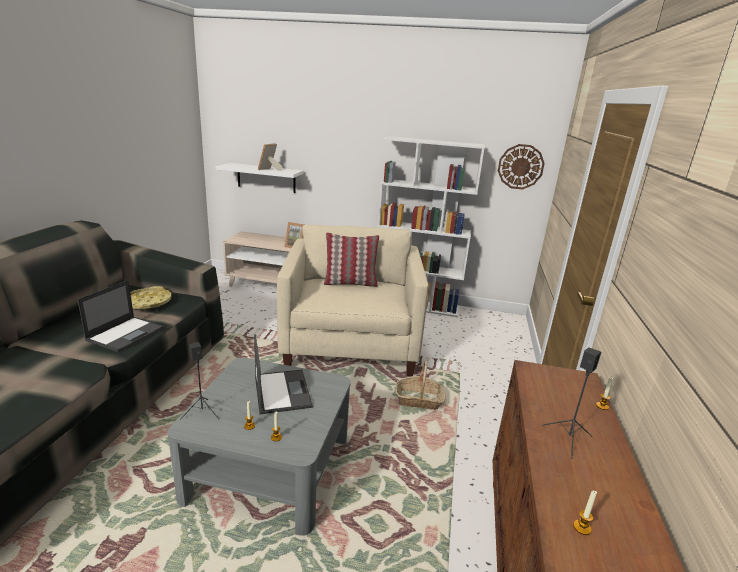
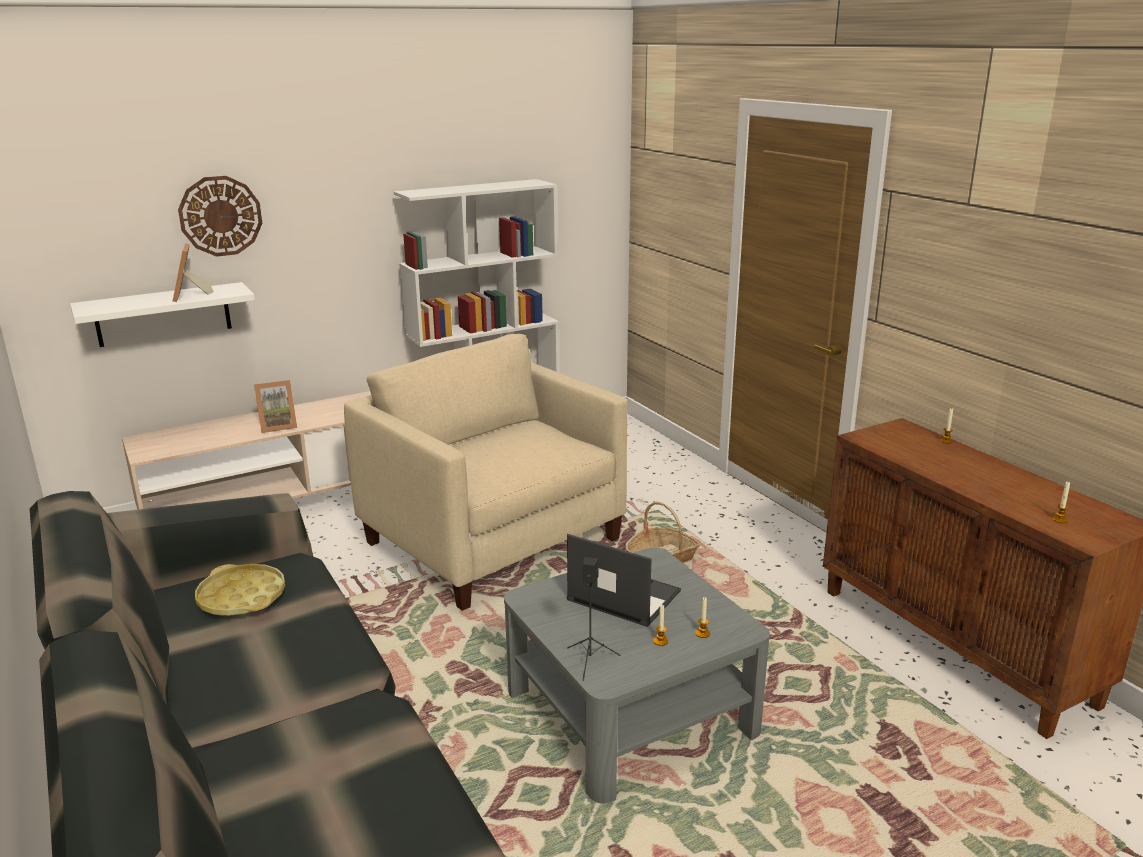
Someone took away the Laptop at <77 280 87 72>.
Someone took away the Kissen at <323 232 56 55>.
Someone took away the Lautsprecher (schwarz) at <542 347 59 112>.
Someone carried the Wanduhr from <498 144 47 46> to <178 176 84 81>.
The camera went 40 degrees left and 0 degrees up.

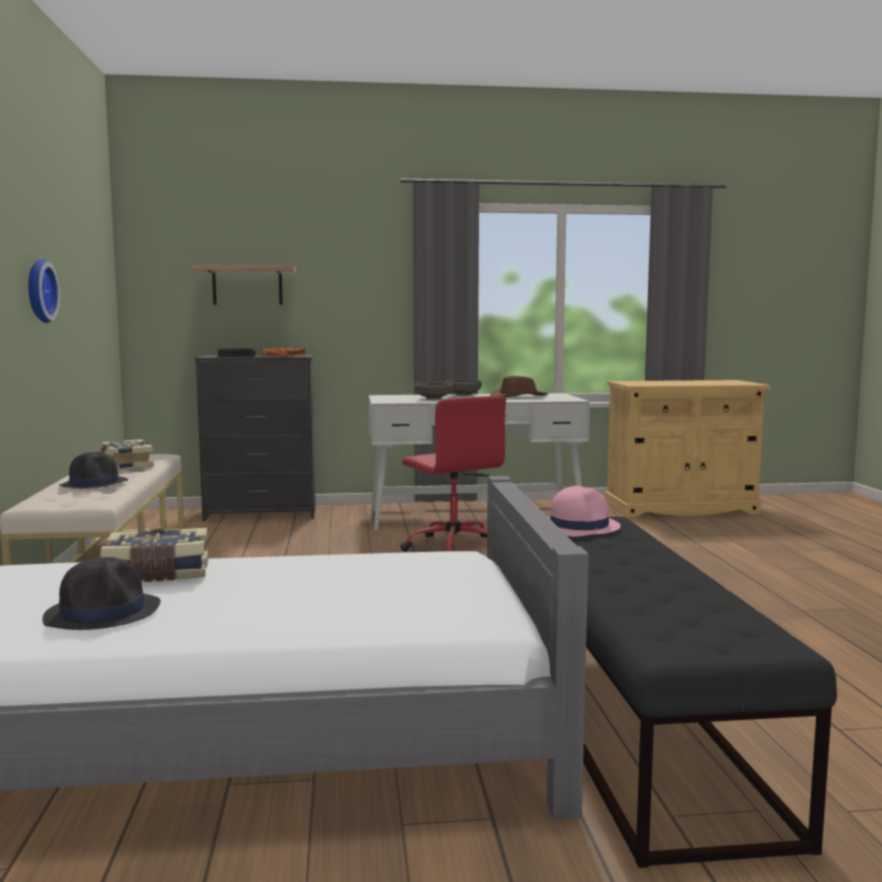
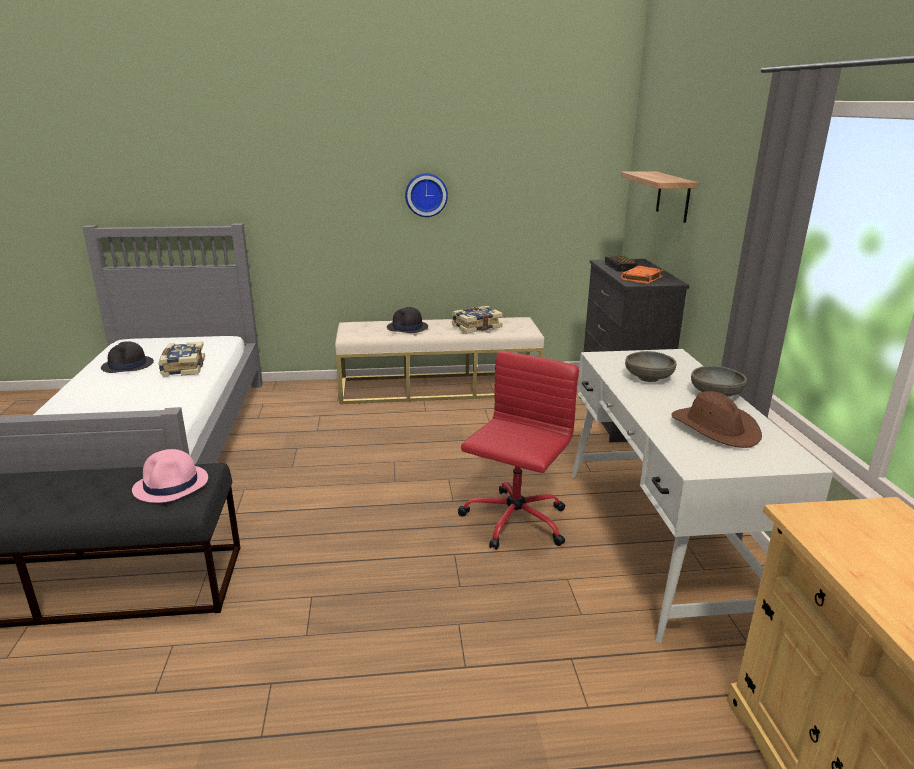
Someone rotated the Bürostuhl (rot) at <400 396 106 156> by 150 degrees clockwise.
The camera went 90 degrees right and 15 degrees up.

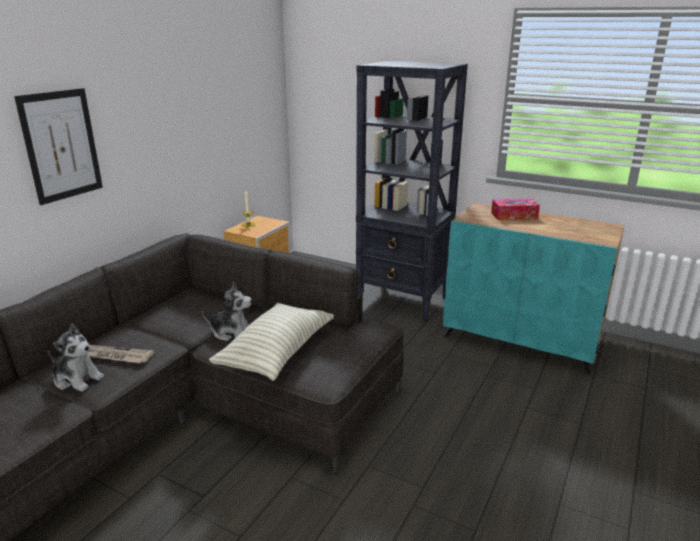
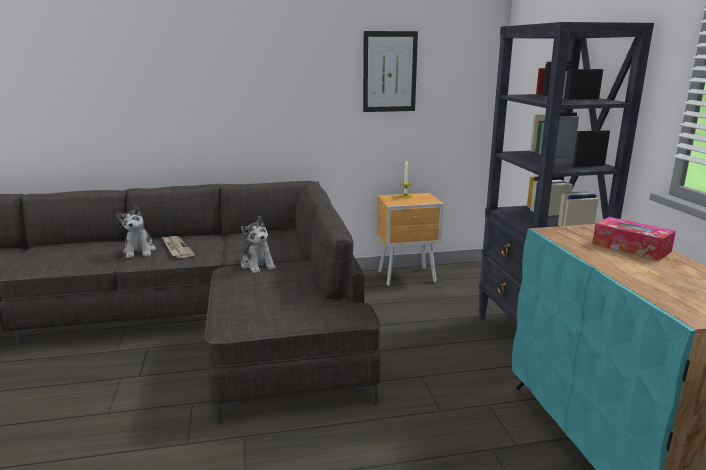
Someone took away the Kissen at <209 303 125 78>.
Someone carried the Bild from <14 88 89 117> to <363 31 55 81>.
The camera went 50 degrees right and 5 degrees down.

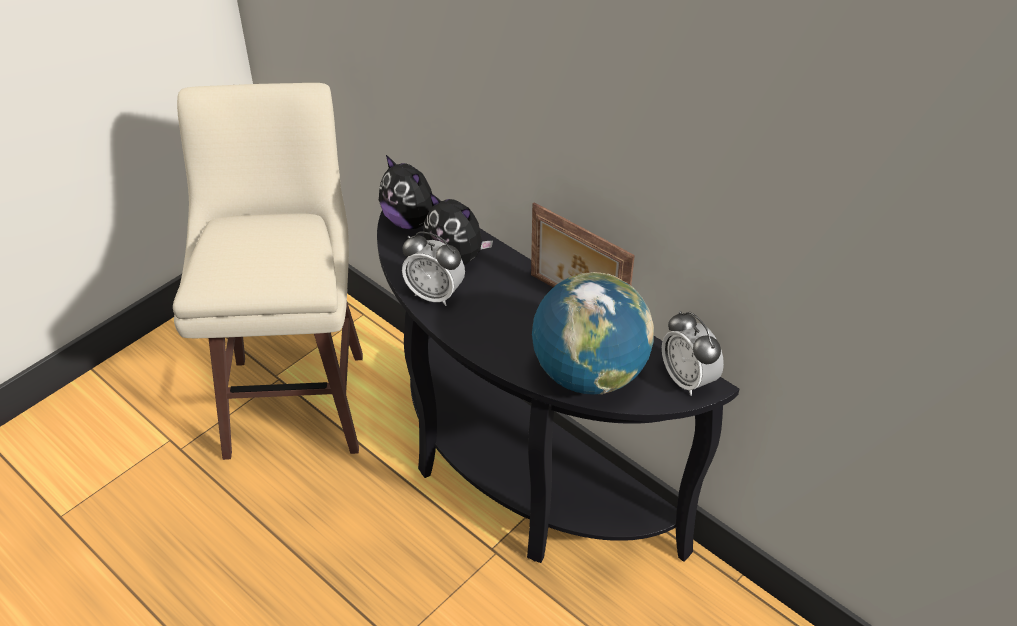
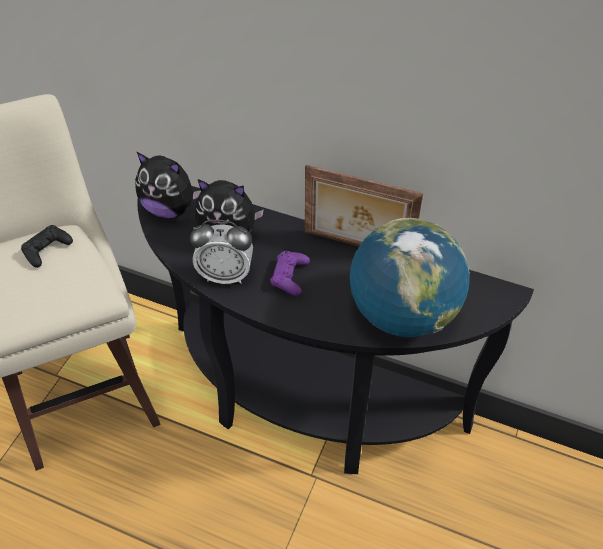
Someone took away the Wecker at <662 311 62 85>.
Someone put down the Gamepad (schwarz) at <21 225 52 43>.
Someone put down the Gamepad (lila) at <270 251 40 45>.
The camera went 20 degrees left and 5 degrees up.

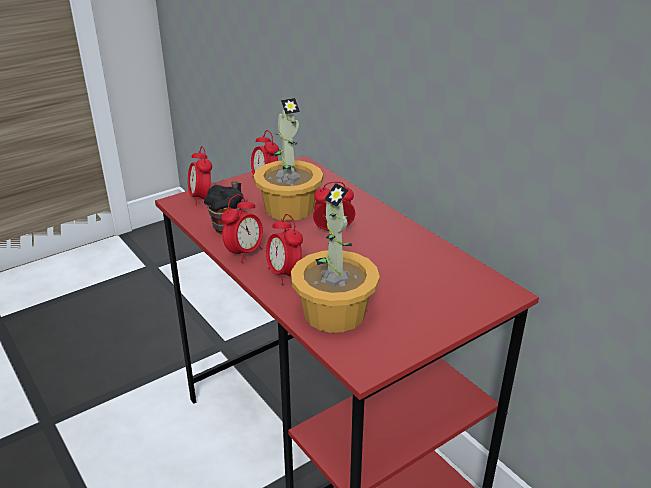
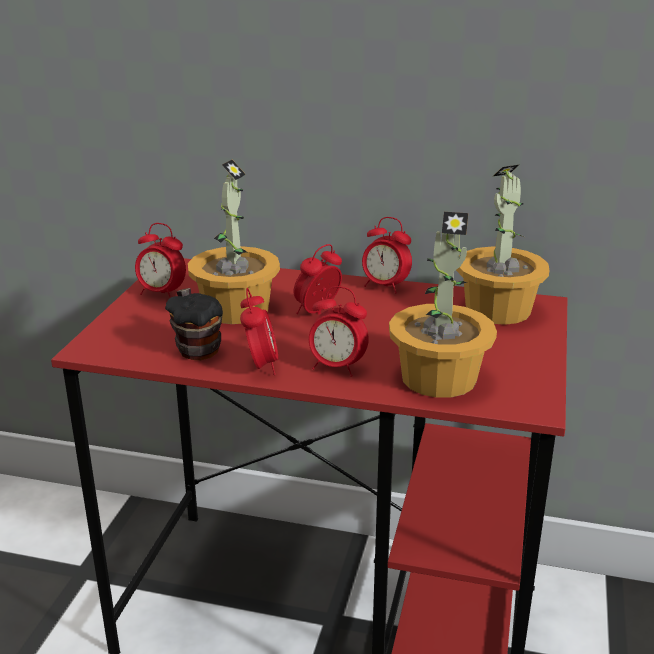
Someone put down the Topfpflanze at <456 165 94 160>.
Someone carried the Wecker from <188 146 24 60> to <362 217 50 76>.
The camera went 40 degrees left and 5 degrees down.

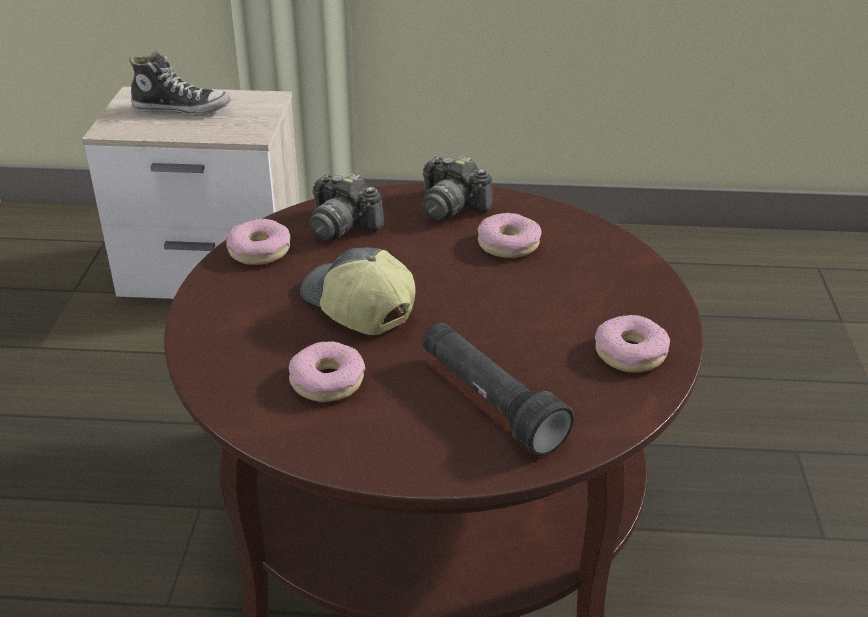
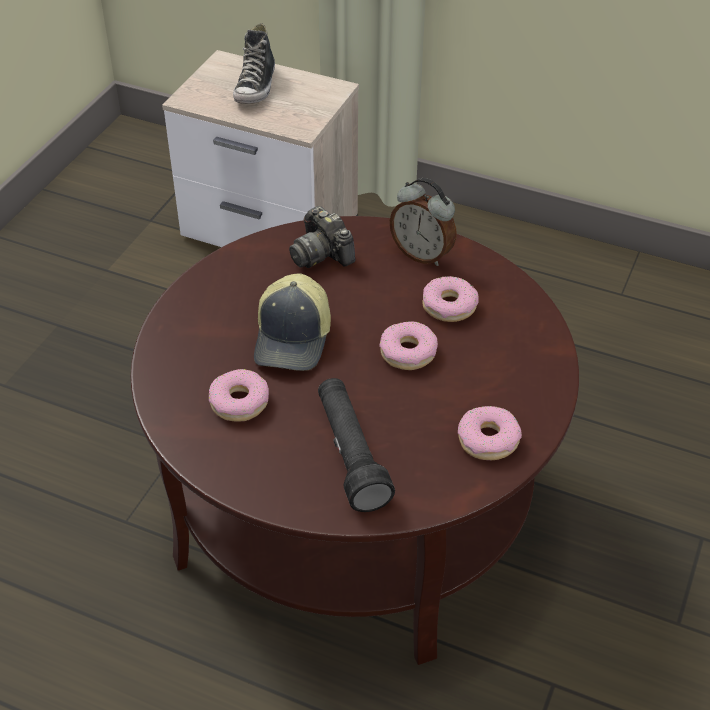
Someone carried the Donut from <227 218 63 47> to <379 321 59 49>.
Someone swapped the Kamera at <423 155 69 66> for the Wecker at <390 178 66 88>.
Someone rotated the Schuh at <129 51 102 65> by 75 degrees clockwise.
Someone rotated the Kappe at <300 247 115 88> by 150 degrees counterclockwise.
The camera went 20 degrees right and 10 degrees up.

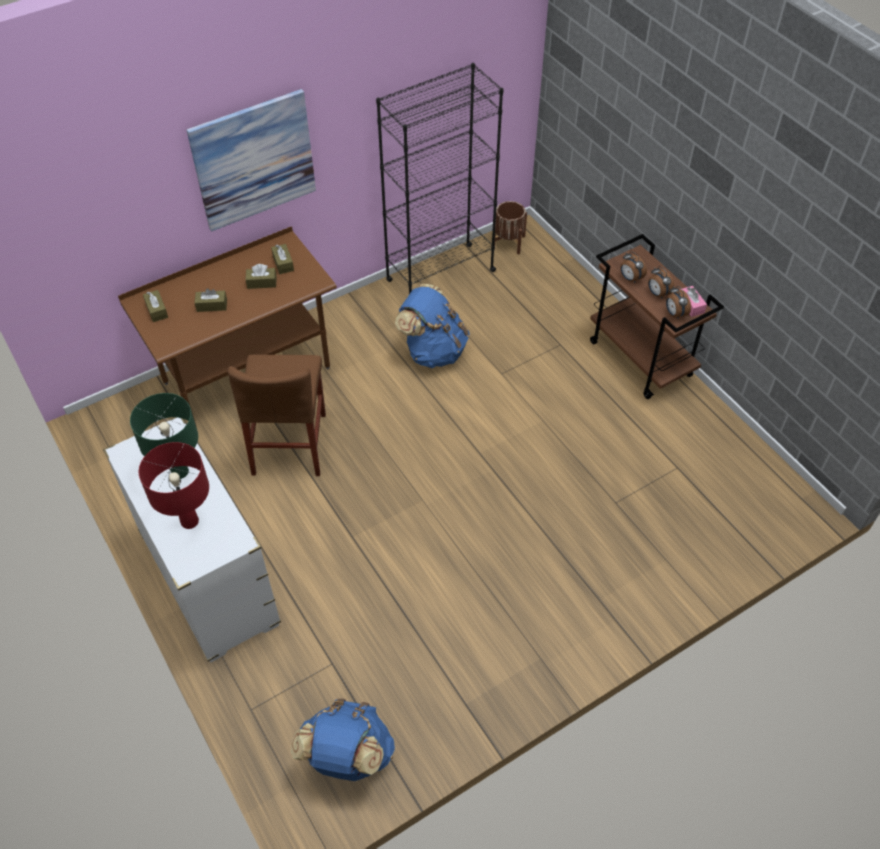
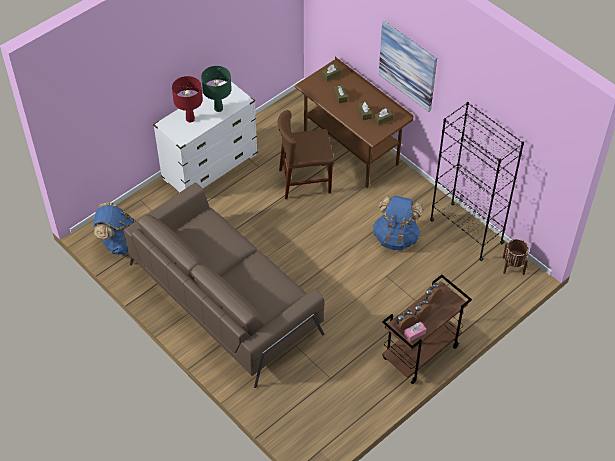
Someone put down the Sofa (braun) at <124 183 200 205>.
The camera went 80 degrees right and 0 degrees up.

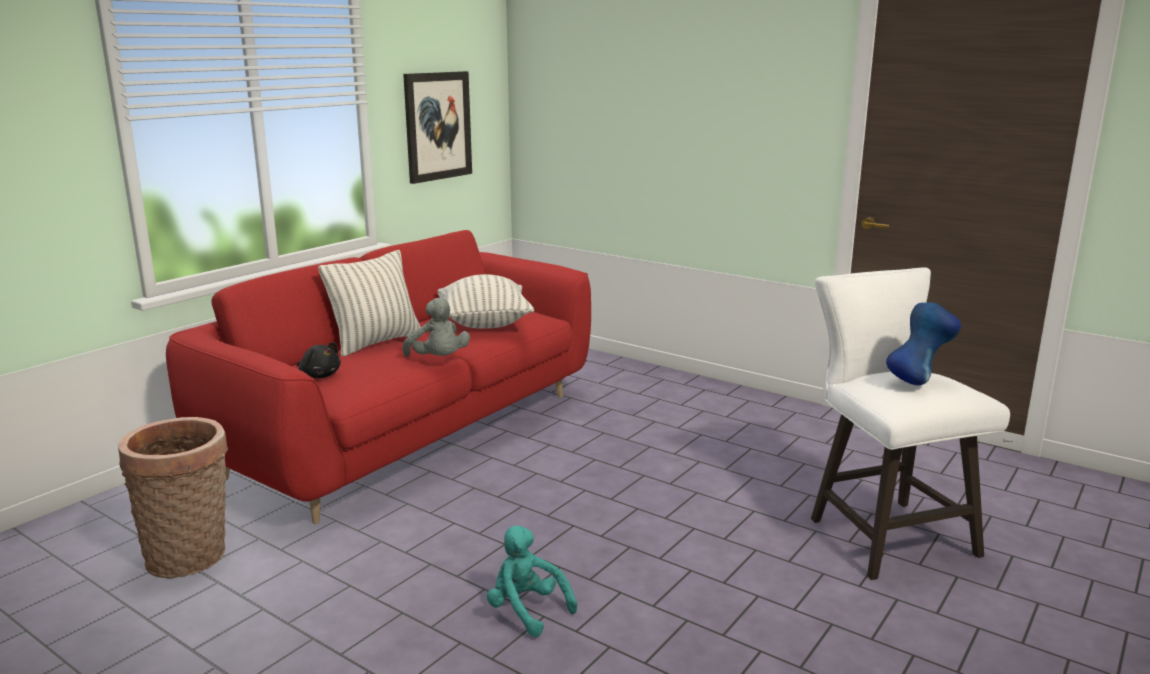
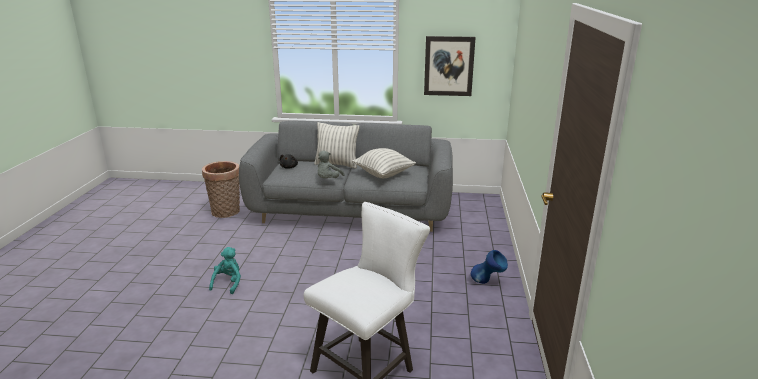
Someone carried the Vase (blau) from <886 302 75 83> to <471 250 37 34>.
Someone repainted the Sofa (rot) at <166 230 425 294>, which became the Sofa (grau) at <239 121 214 111>.
The camera went 60 degrees right and 5 degrees up.

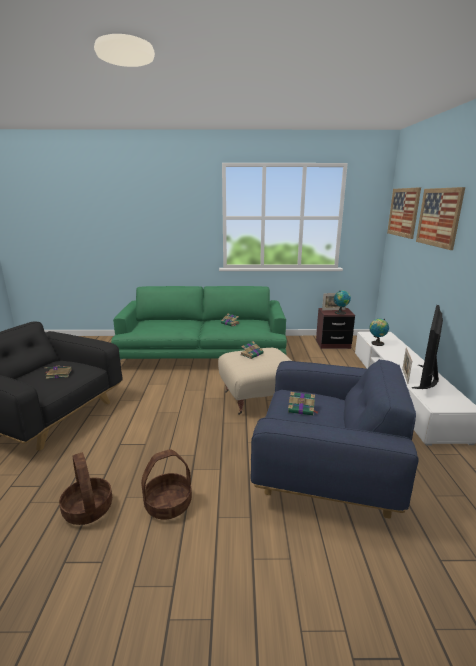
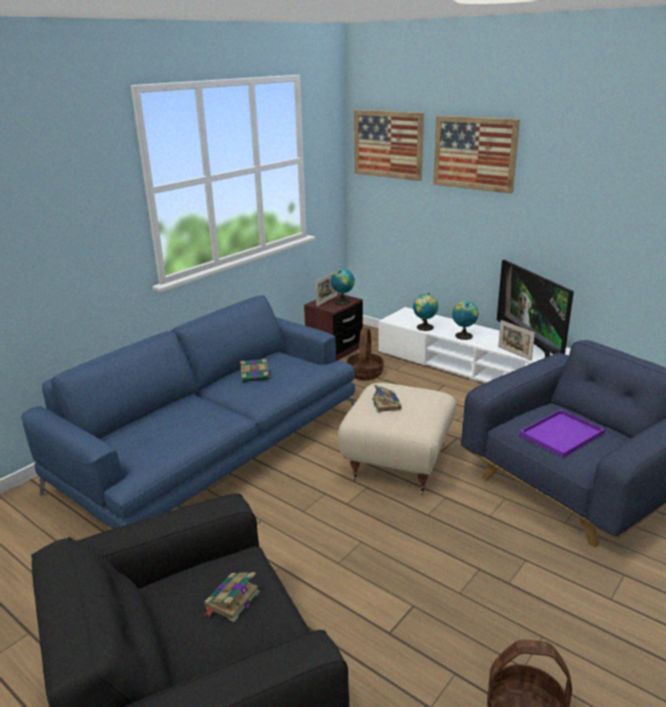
Someone put down the Globus at <452 301 26 39>.
Someone carried the Korb from <141 449 51 71> to <347 328 37 52>.
Someone swapped the Buch at <288 392 31 24> for the Tablett (lila) at <519 409 86 49>.
Someone repainted the Sofa (grün) at <111 286 176 74>, which became the Sofa (blau) at <21 295 334 234>.
The camera went 50 degrees left and 5 degrees up.

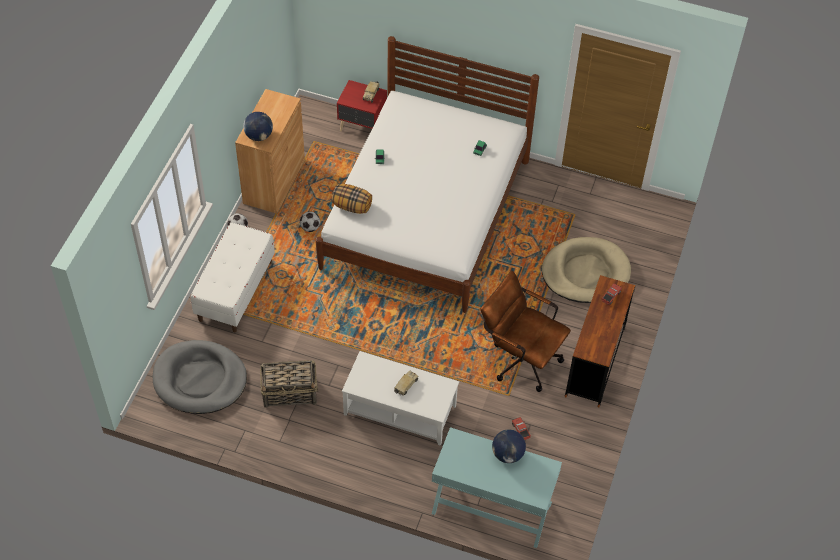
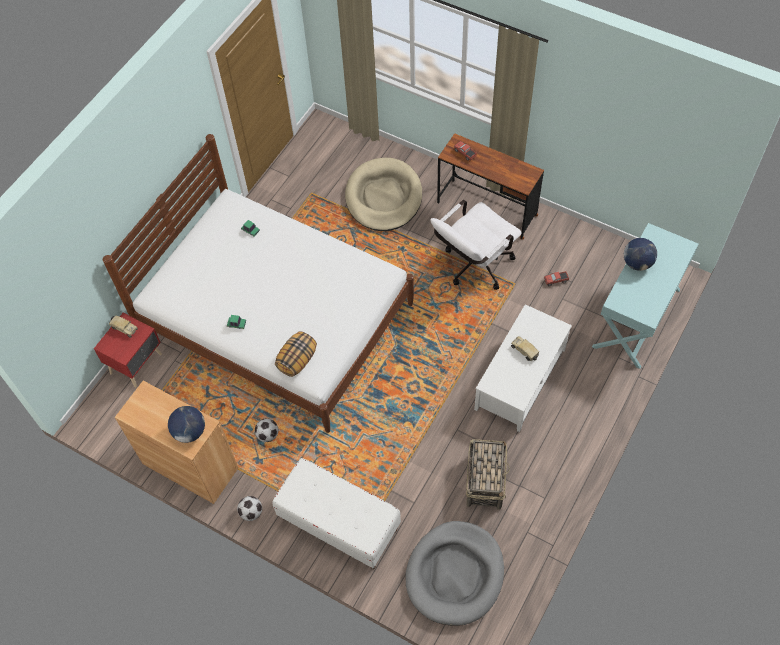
Someone repainted the Bürostuhl (braun) at <481 271 90 121>, which became the Bürostuhl (weiß) at <430 200 92 90>.
The camera went 75 degrees left and 5 degrees up.

